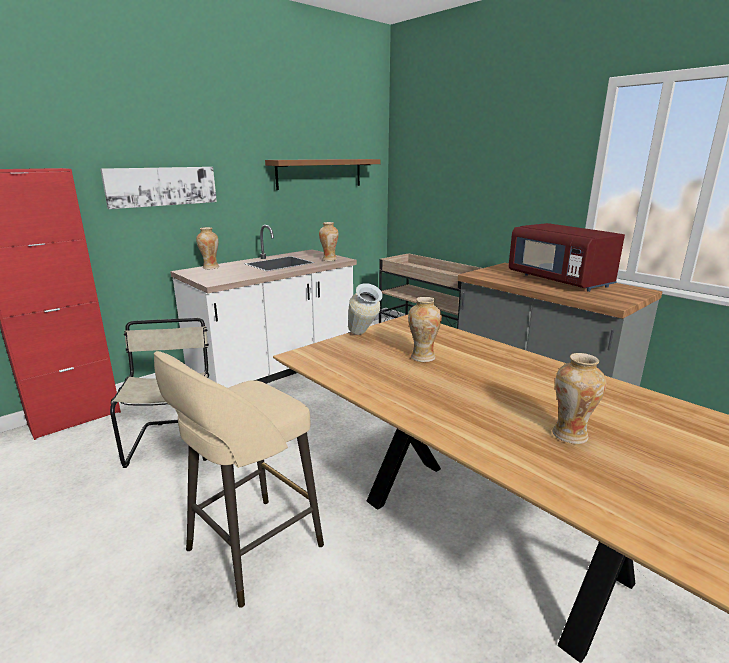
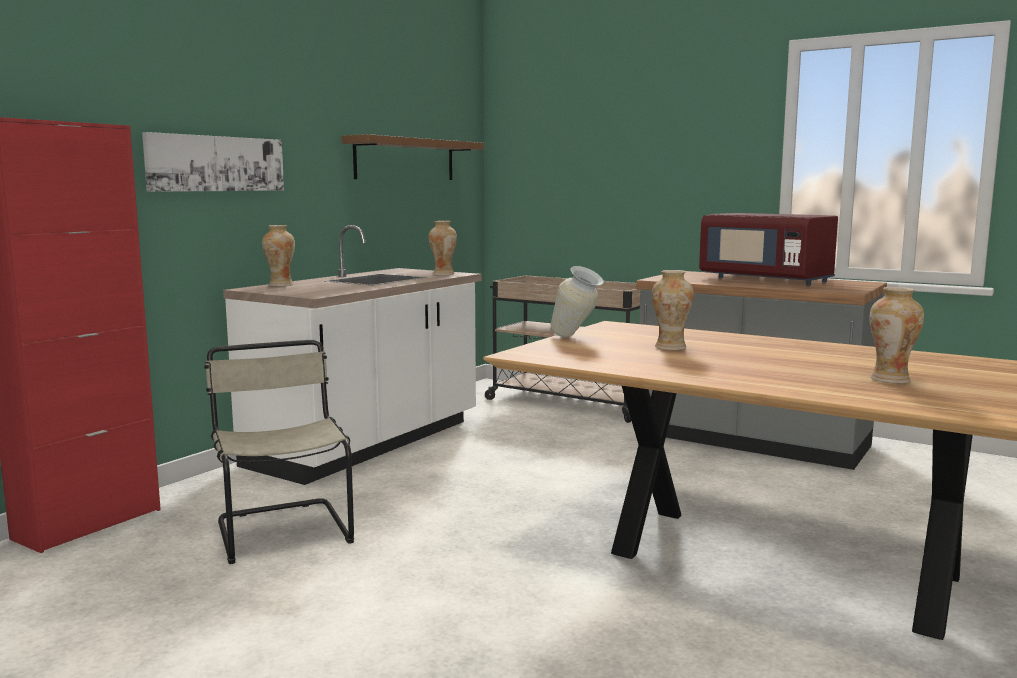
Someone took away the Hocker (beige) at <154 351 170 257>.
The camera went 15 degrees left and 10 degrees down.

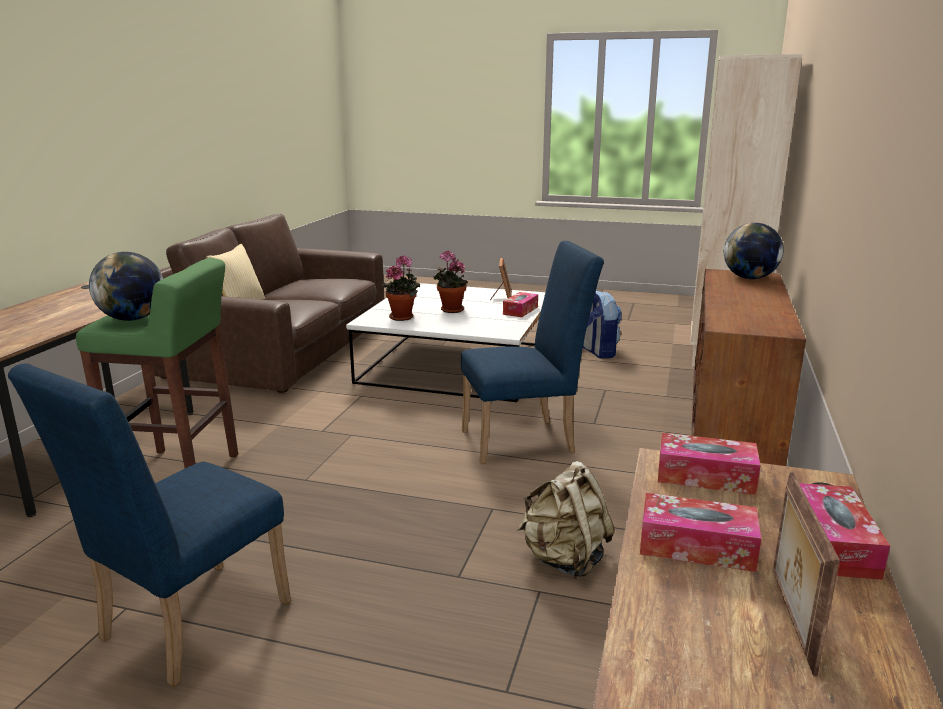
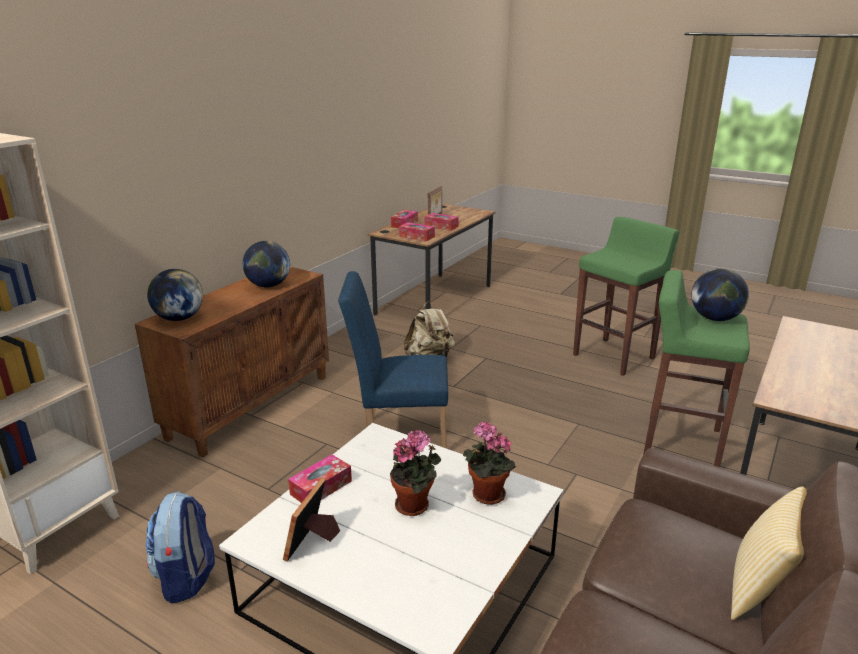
Someone put down the Globus at <242 241 48 46>.
Someone swapped the Stuhl (blau) at <8 363 283 324> for the Hocker (grün) at <573 217 107 159>.
The camera went 165 degrees left and 5 degrees up.

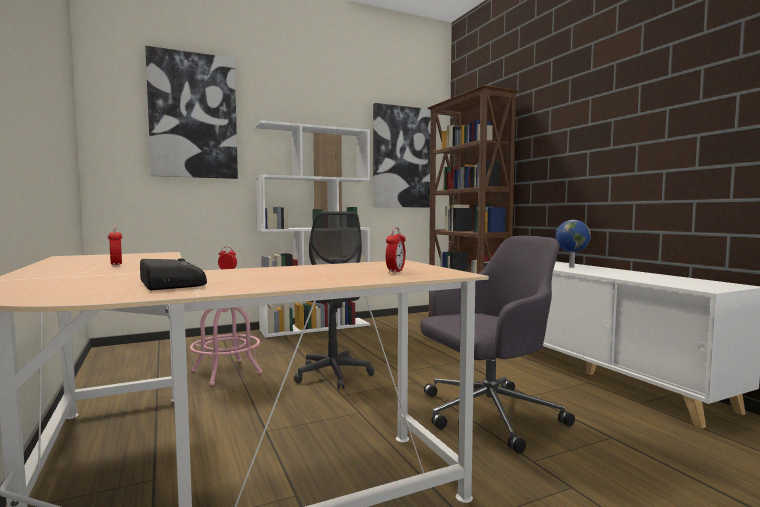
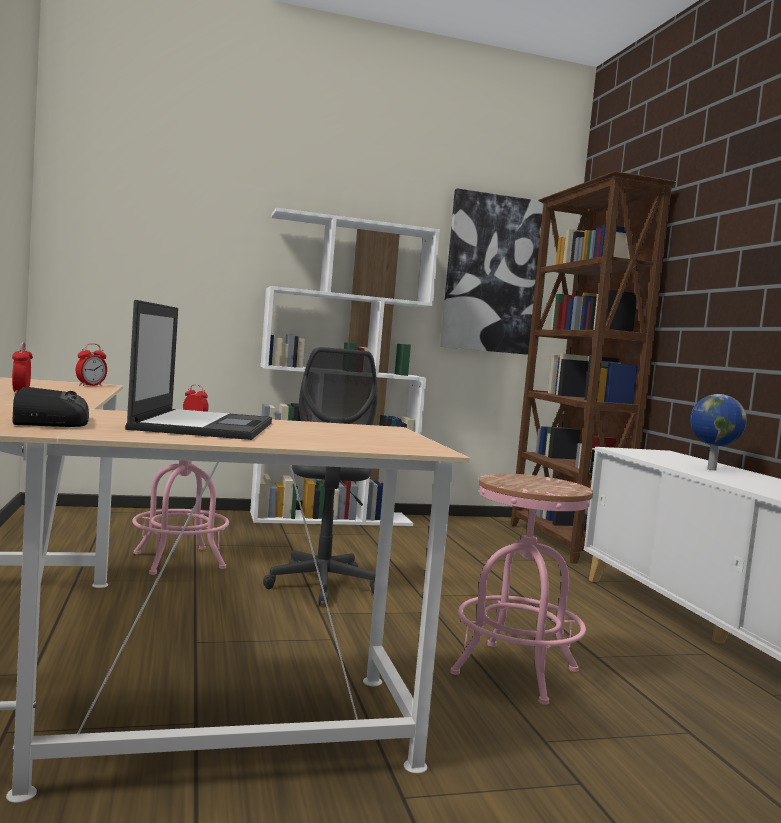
Someone took away the Bild at <145 46 93 133>.
Someone put down the Laptop at <125 300 147 140>.
Someone carried the Wecker from <386 227 20 46> to <76 343 31 43>.
Someone swapped the Bürostuhl (grau) at <420 236 155 218> for the Hocker (rosa) at <450 473 143 232>.
The camera went 10 degrees right and 0 degrees up.

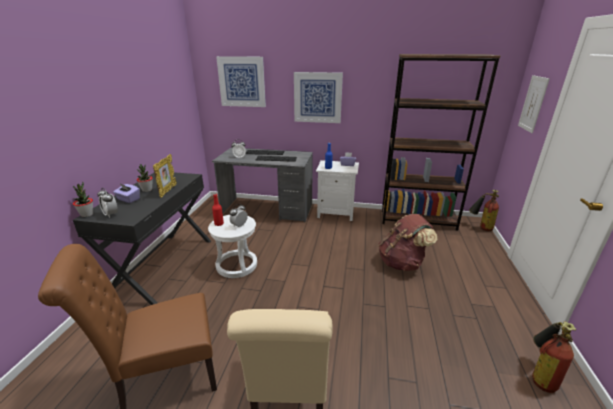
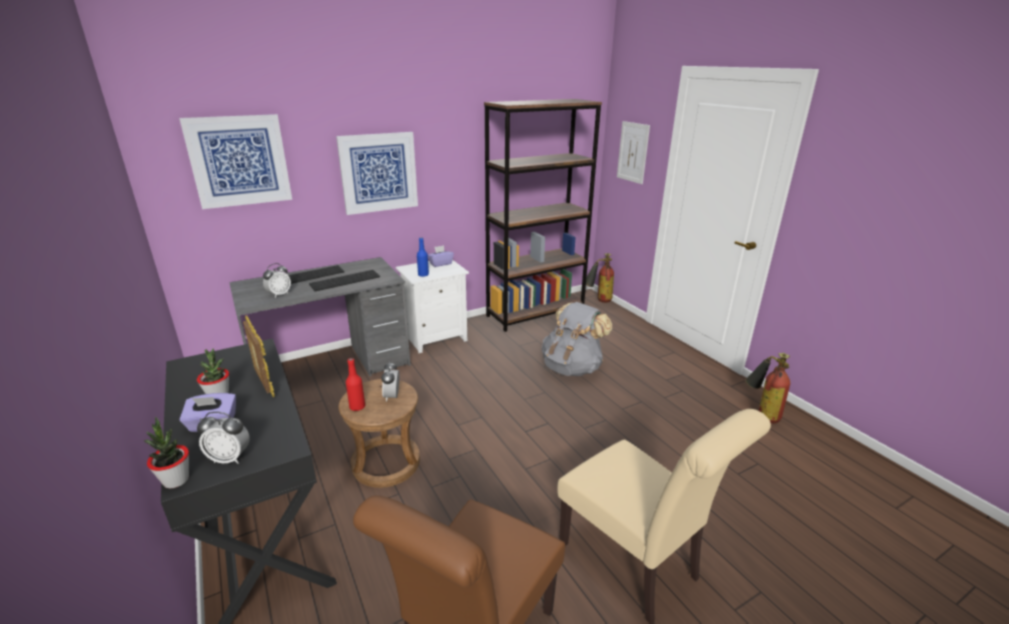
Someone repainted the Hocker (weiß) at <208 215 49 63>, which became the Hocker (braun) at <339 379 81 109>.
Someone repainted the Rucksack (braun) at <379 214 59 57>, which became the Rucksack (grau) at <542 302 70 74>.
The camera went 40 degrees left and 0 degrees up.

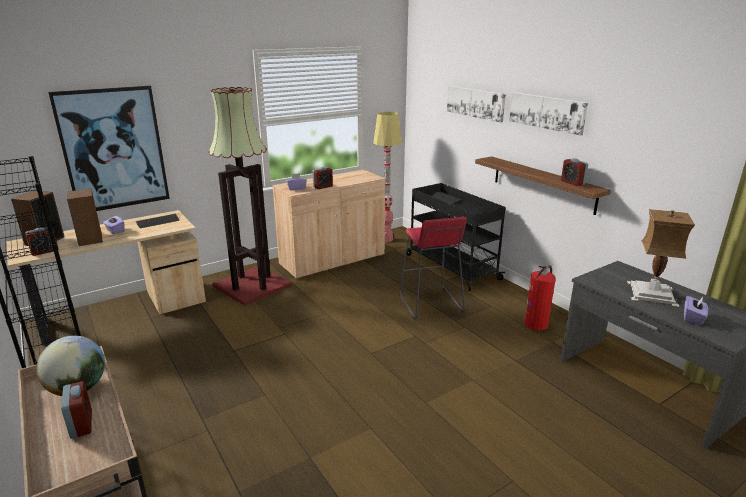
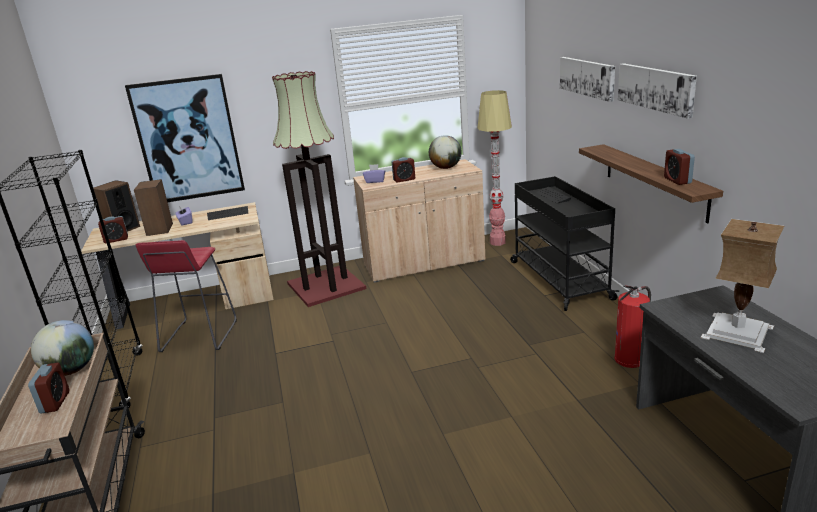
Someone took away the Taschentuchbox (lila) at <684 296 24 29>.
Someone put down the Globus at <429 135 33 34>.
Someone carried the Hocker (rot) from <399 217 68 102> to <136 240 101 112>.
The camera went 20 degrees right and 0 degrees up.

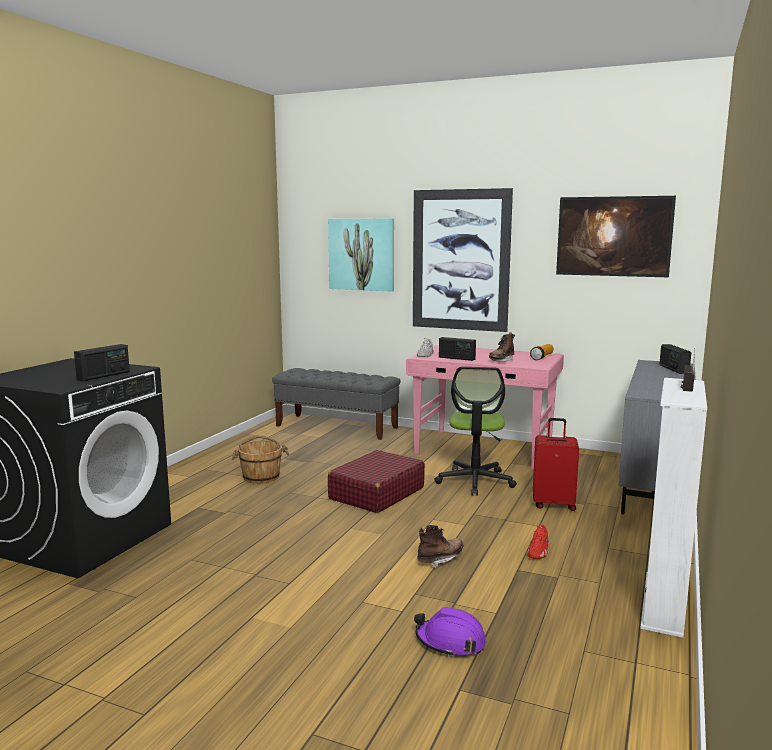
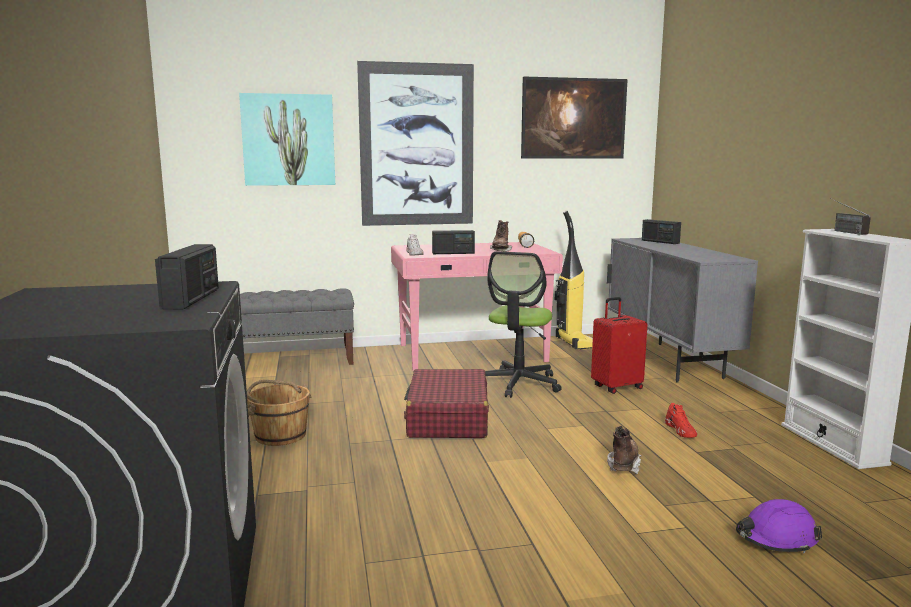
Someone put down the Staubsauger at <555 211 38 139>.
Someone rotated the Bürostuhl at <434 367 83 129> by 45 degrees clockwise.
The camera went 35 degrees left and 0 degrees up.

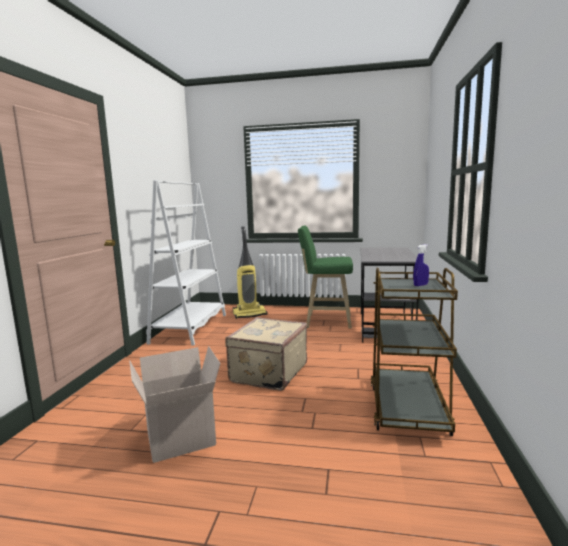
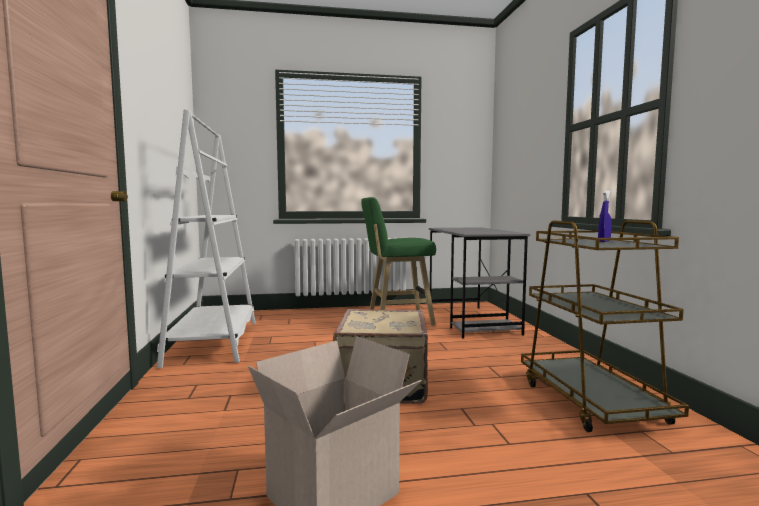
Someone took away the Staubsauger at <233 226 34 93>.
The camera went 20 degrees left and 5 degrees down.

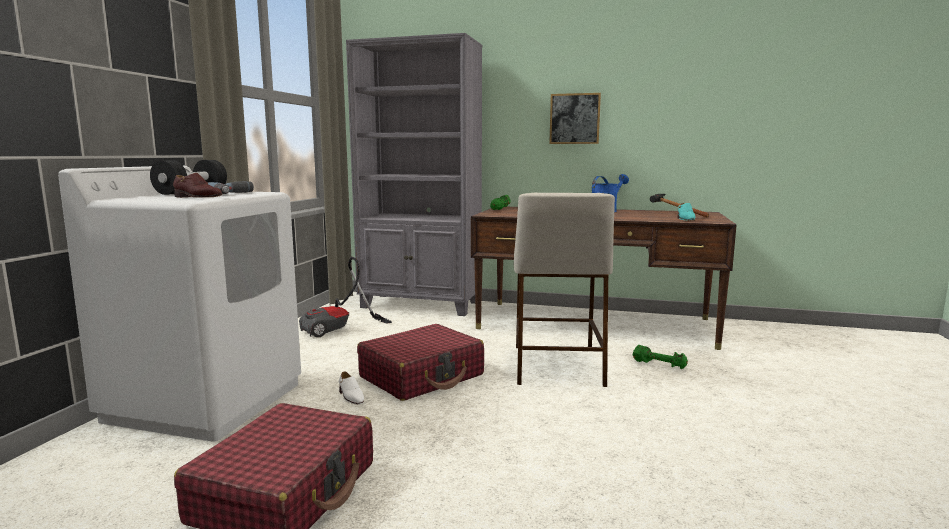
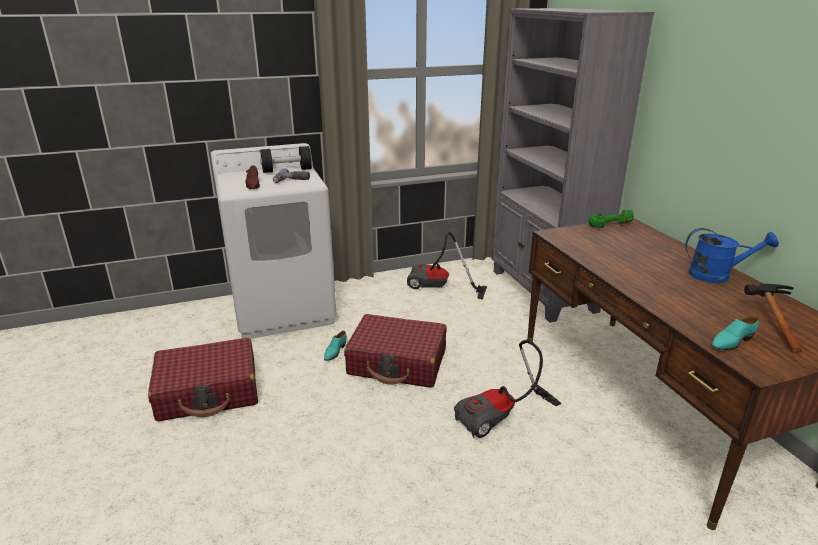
Someone took away the Bild at <549 93 52 51>.
Someone took away the Hantel (grün) at <632 345 56 24>.
Someone swapped the Hocker (beige) at <514 193 101 194> for the Staubsauger at <454 339 107 99>.
Someone repainted the Schuh (weiß) at <339 372 25 33>, which became the Schuh (türkis) at <324 331 23 30>.
The camera went 55 degrees right and 15 degrees up.

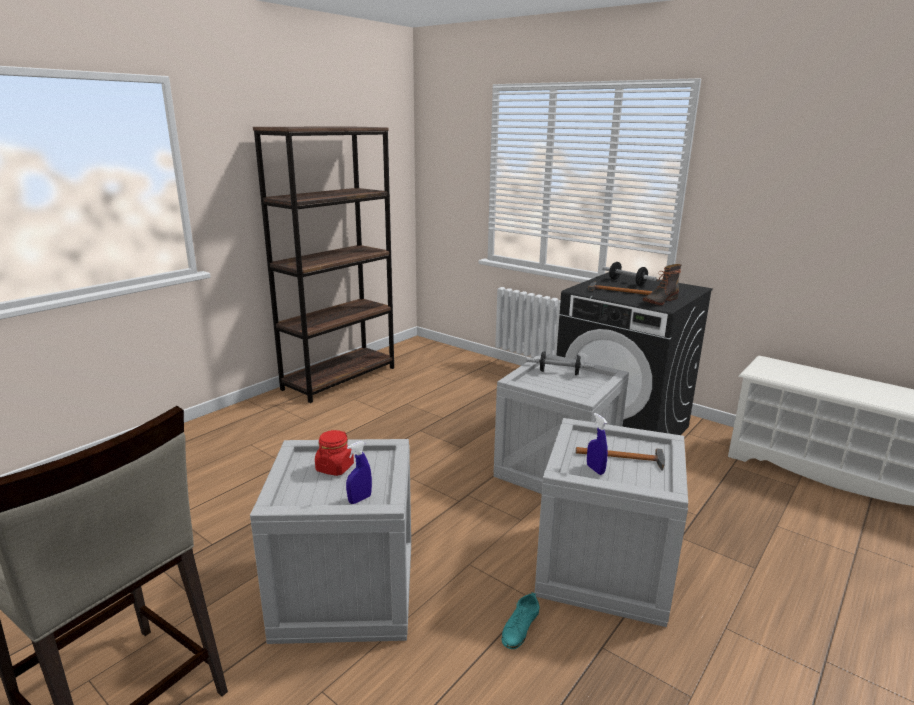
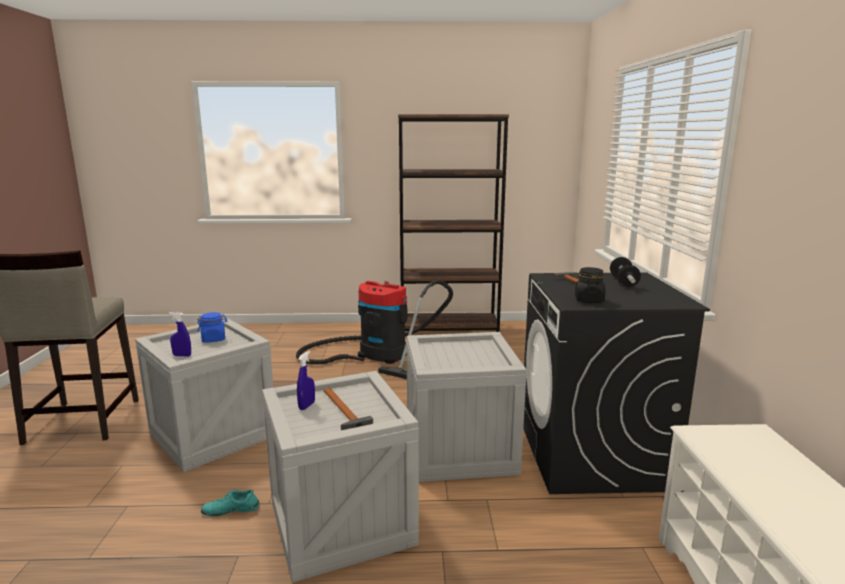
Someone took away the Hantel at <527 351 67 24>.
Someone put down the Staubsauger at <296 280 157 99>.
Someone swapped the Stiefel at <643 264 38 41> for the Vorratsglas (schwarz) at <575 267 30 36>.
Someone repainted the Vorratsglas (rot) at <315 430 39 46>, which became the Vorratsglas (blau) at <197 312 30 30>.
The camera went 50 degrees right and 5 degrees down.

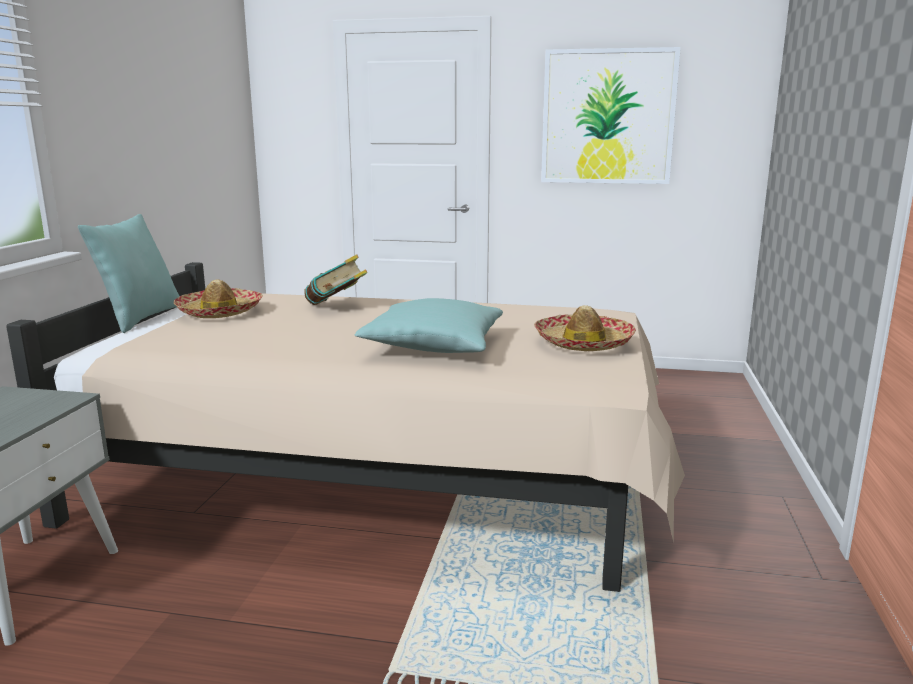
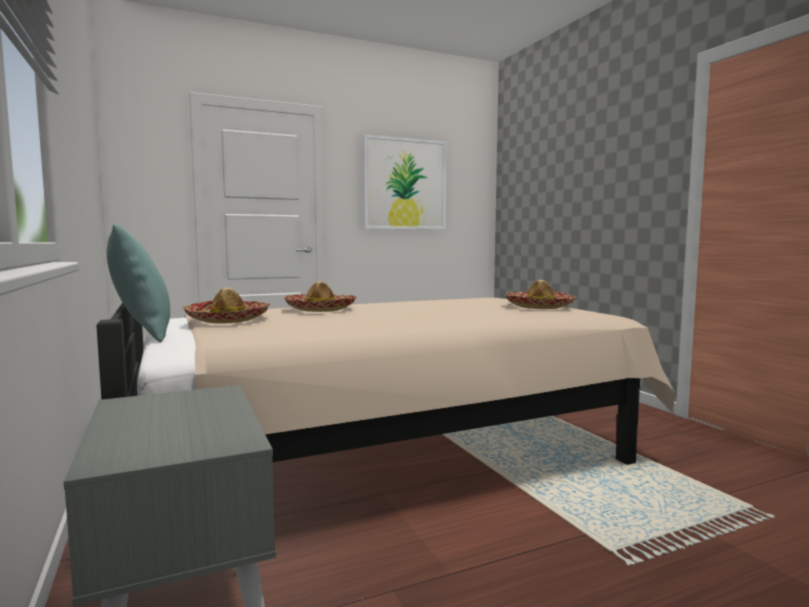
Someone took away the Kissen (türkis) at <355 298 148 55>.
Someone swapped the Buch at <304 254 63 51> for the Hut at <283 281 74 31>.
The camera went 35 degrees left and 10 degrees down.

